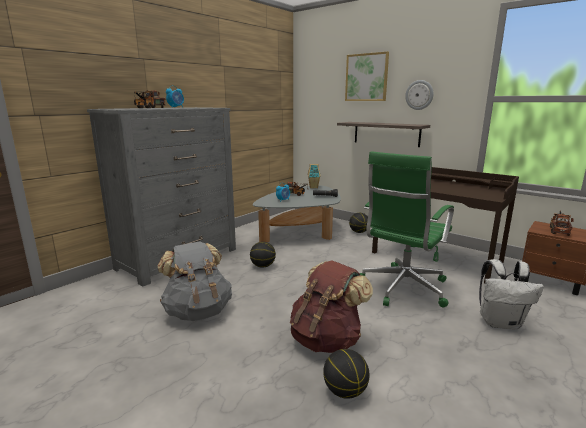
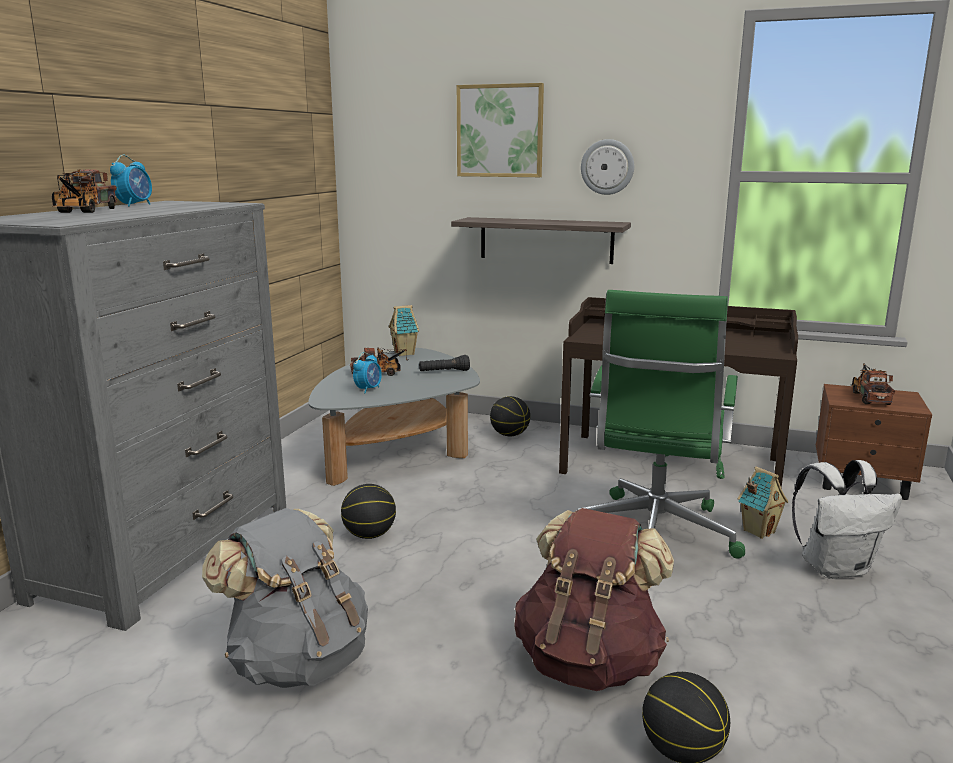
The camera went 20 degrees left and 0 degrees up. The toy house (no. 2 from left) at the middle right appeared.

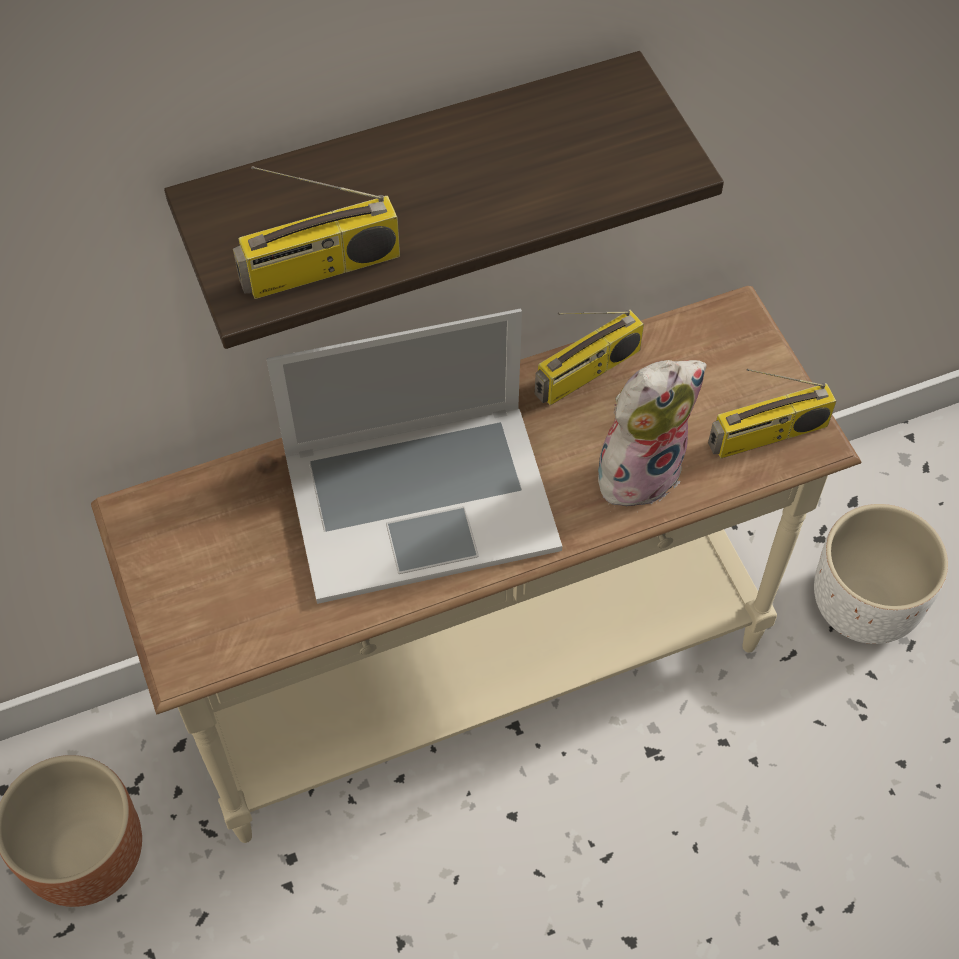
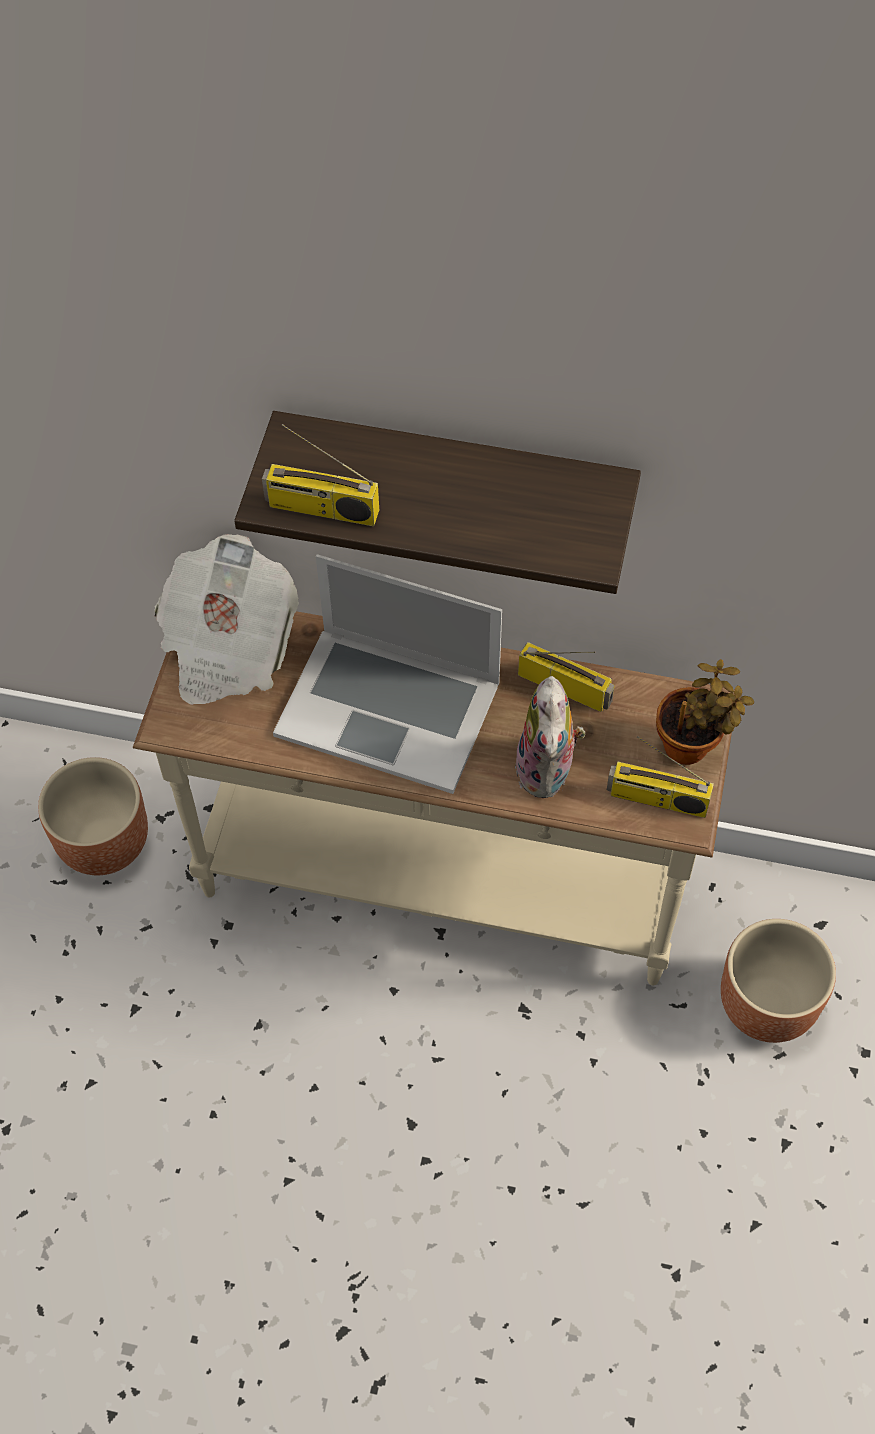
The camera went 35 degrees right and 0 degrees up. The radio (no. 2 from left) at the centre turned 150 degrees counterclockwise. The plush toy at the middle right turned 90 degrees clockwise. The white planter at the middle right became the brown planter (no. 2 from left) at the bottom right. The newspaper at the middle left appeared. The potted plant at the middle right appeared.

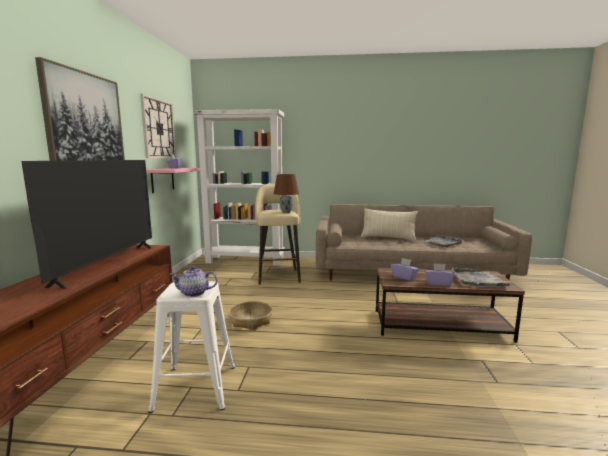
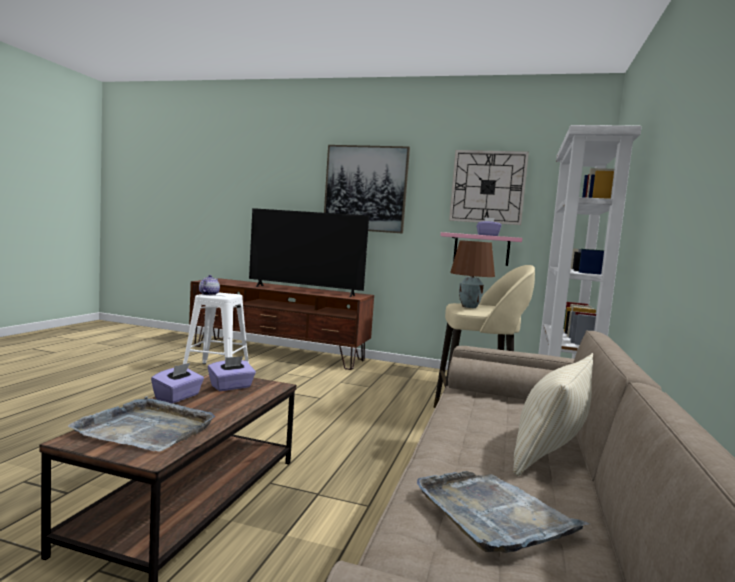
The camera went 100 degrees right and 5 degrees down. The basket at the bottom centre disappeared.

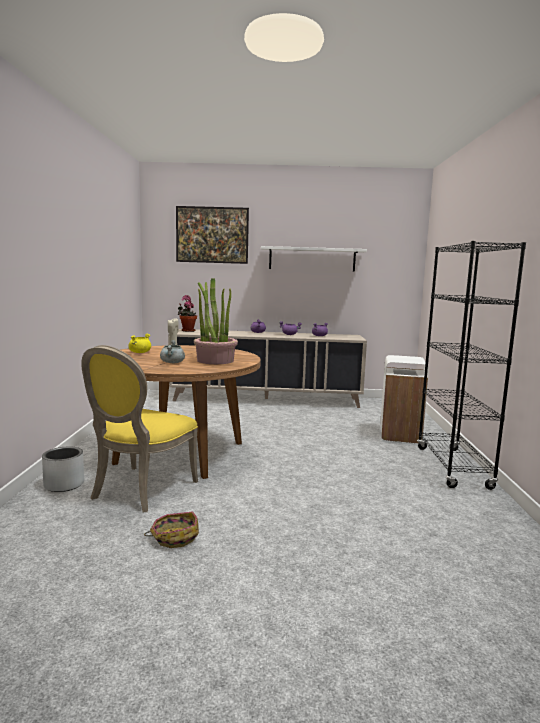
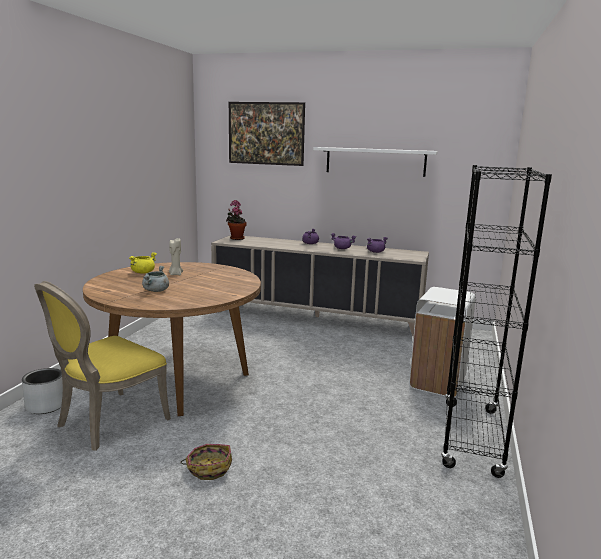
The camera went 15 degrees right and 5 degrees up. The potted plant (no. 2 from left) at the centre disappeared. The basket moved from the bottom left to the bottom centre.

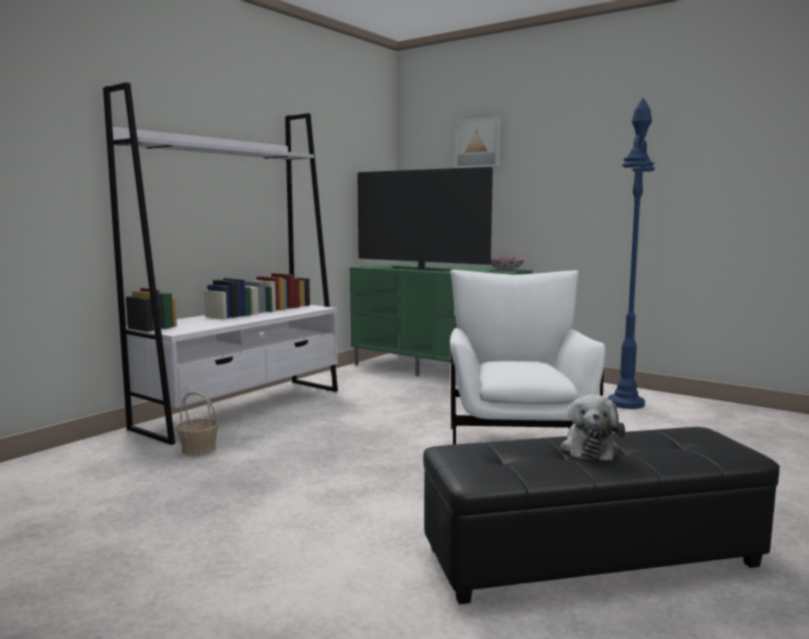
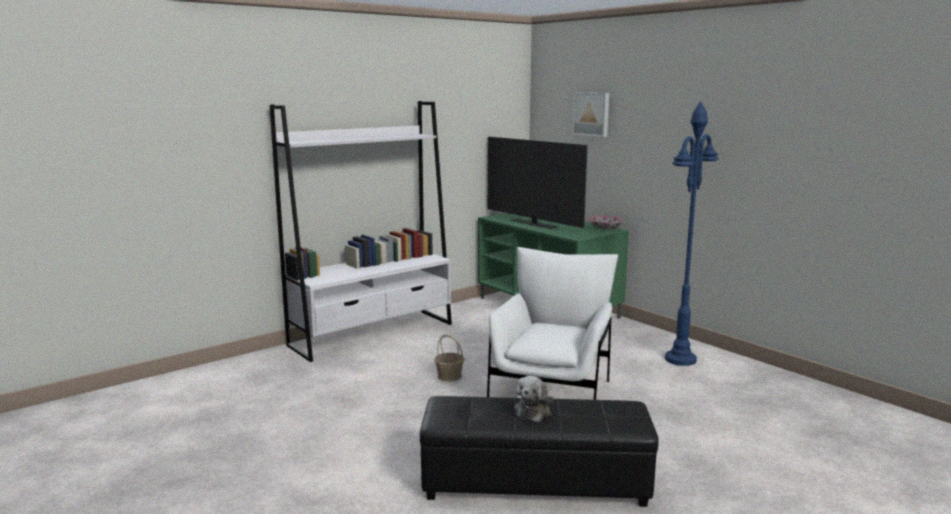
The camera went 15 degrees right and 5 degrees up. The basket moved from the middle left to the bottom centre.

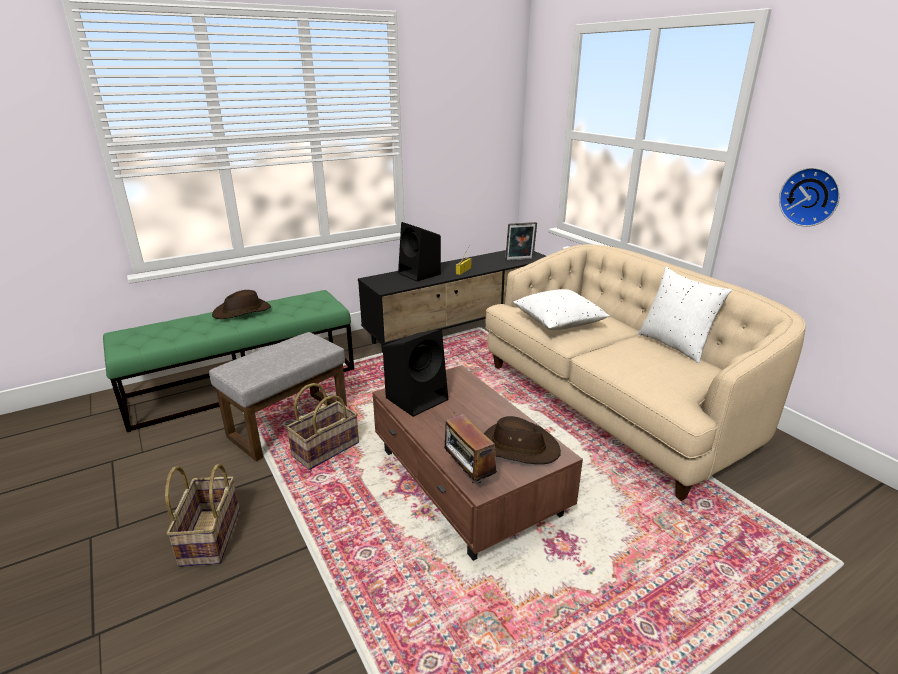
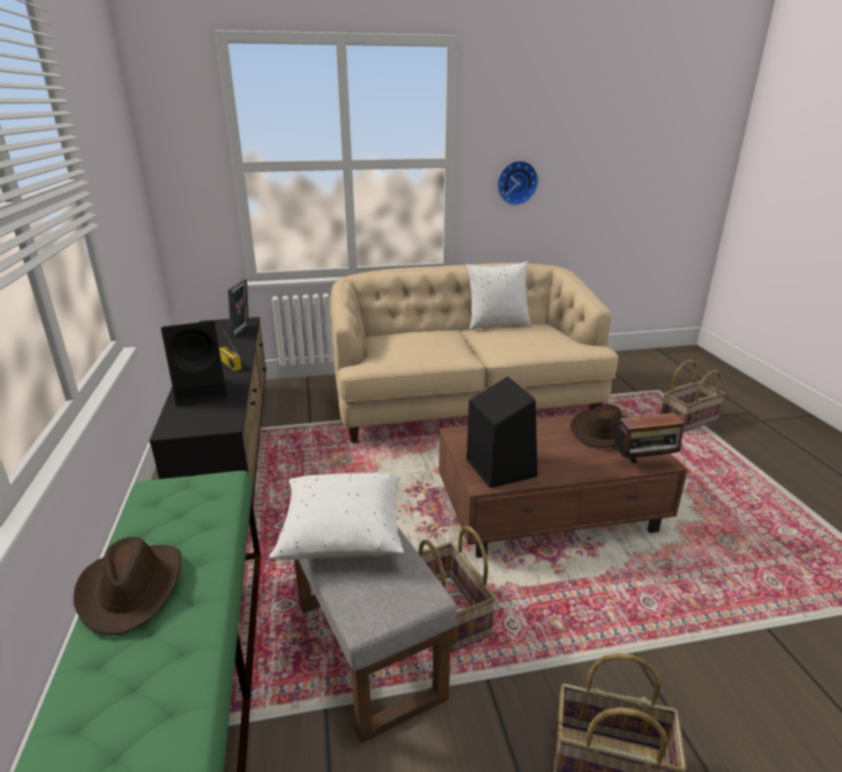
The camera went 70 degrees left and 0 degrees up. The white pillow (no. 1 from left) moved from the centre to the bottom centre. The basket (no. 3 from left) at the middle right appeared.

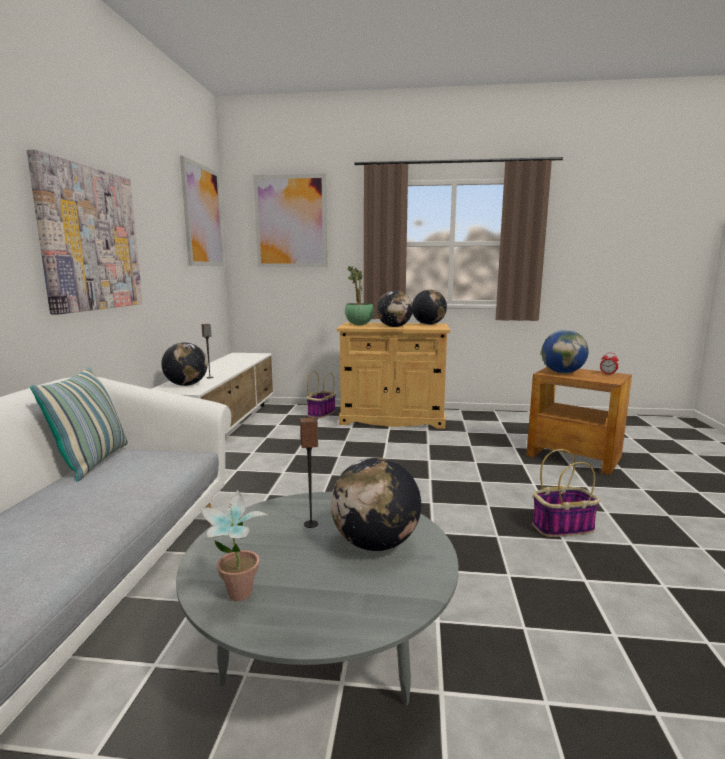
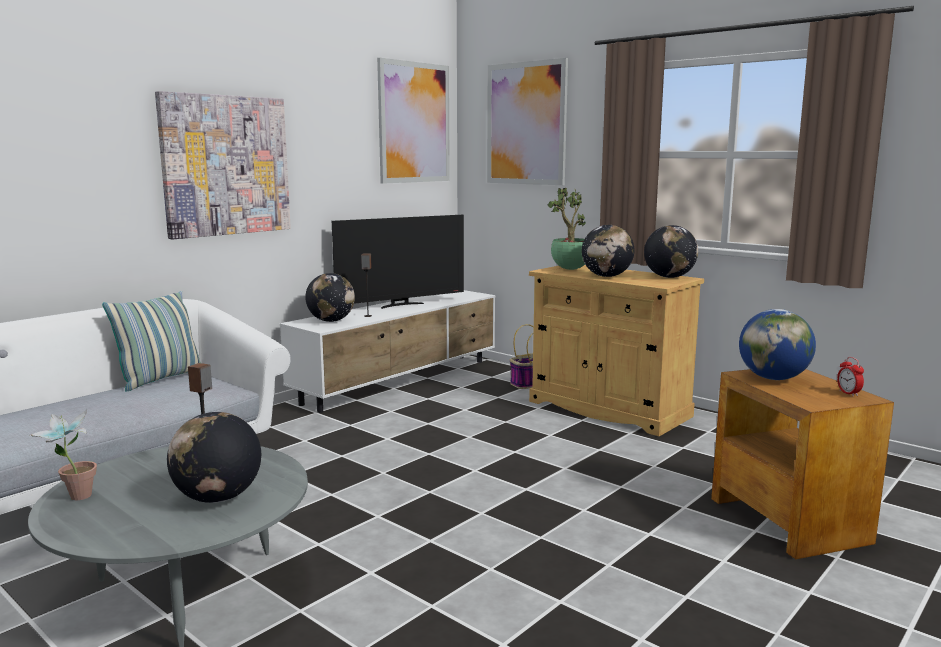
The camera went 35 degrees right and 0 degrees up. The basket (no. 2 from left) at the middle right disappeared. The television at the centre appeared.

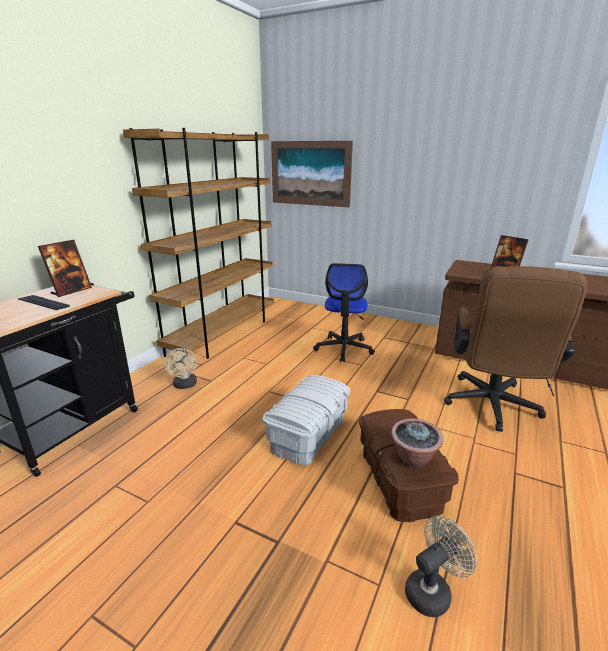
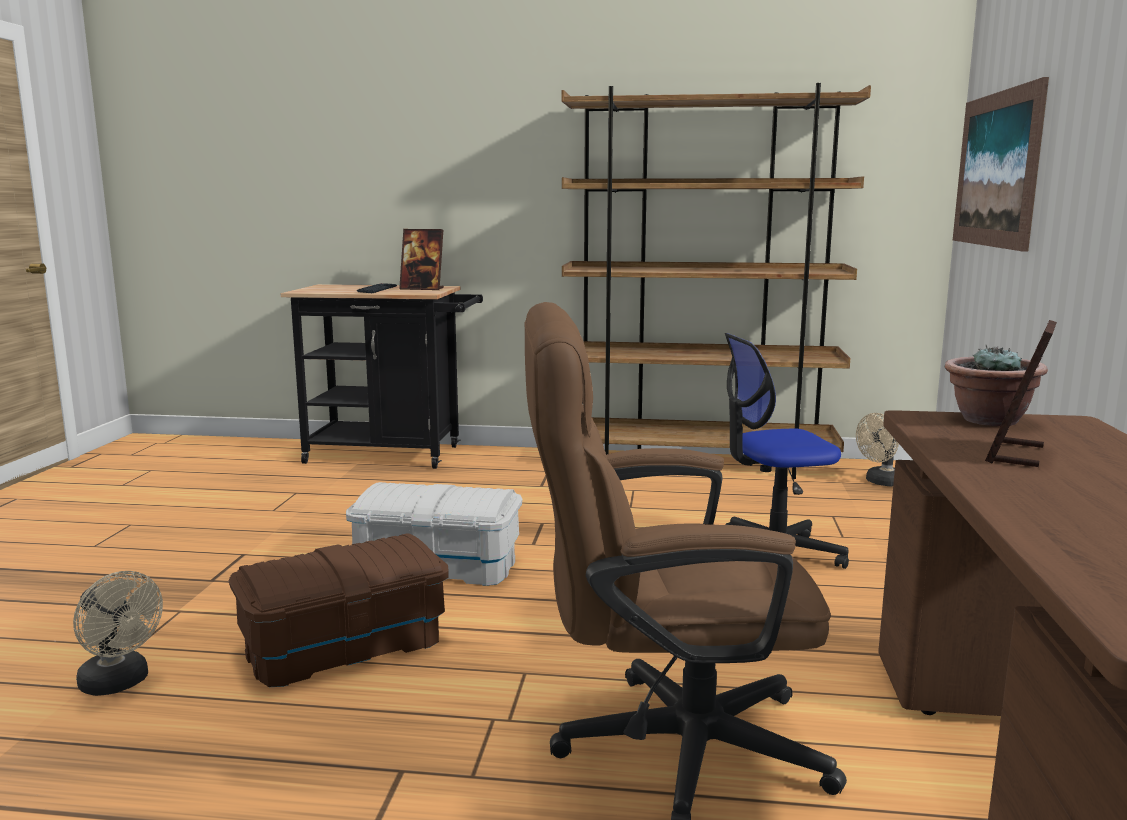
The camera went 70 degrees right and 10 degrees down. The beige fan (no. 1 from left in the first image) moved from the middle left to the middle right. The potted plant moved from the bottom right to the middle right.

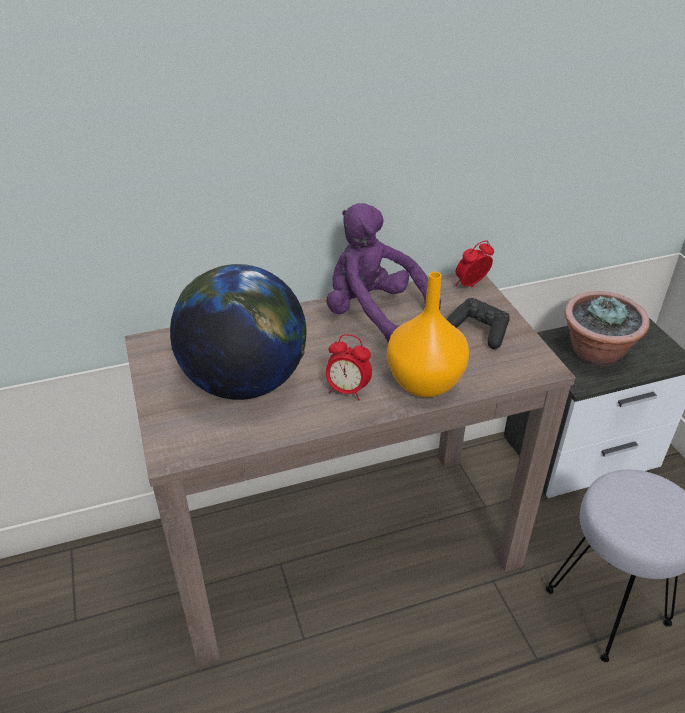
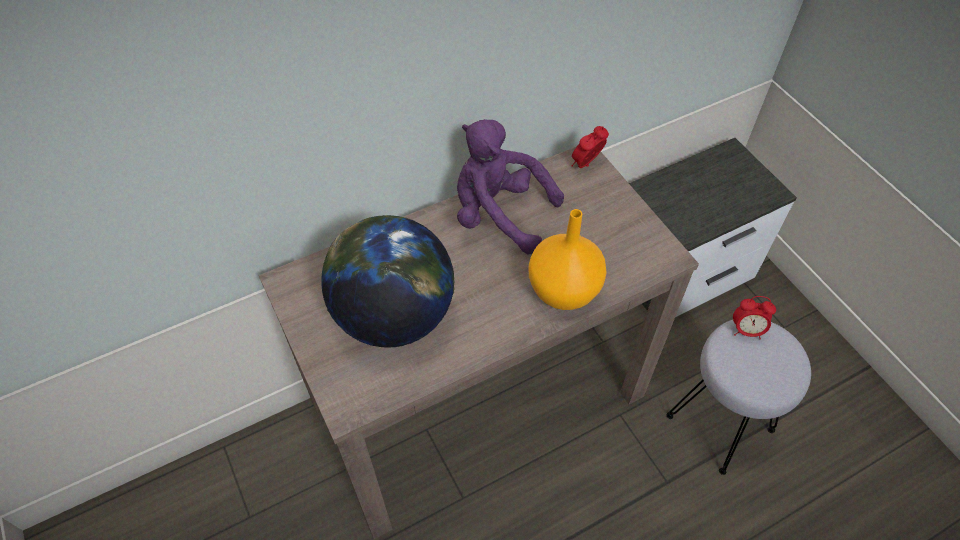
The camera went 10 degrees left and 15 degrees up. The potted plant at the middle right disappeared. The black game controller at the middle right disappeared. The alarm clock (no. 1 from left in the first image) moved from the centre to the middle right.

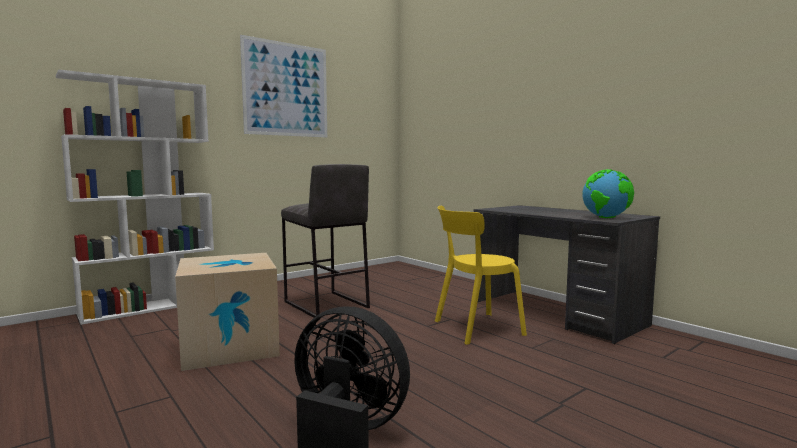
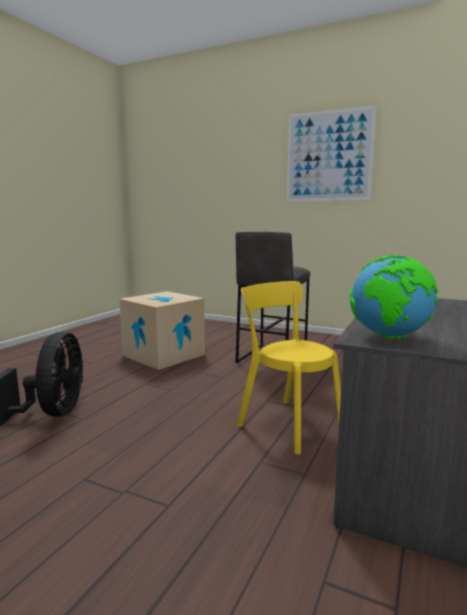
The camera went 65 degrees right and 5 degrees up. The white bookcase at the middle left disappeared.

